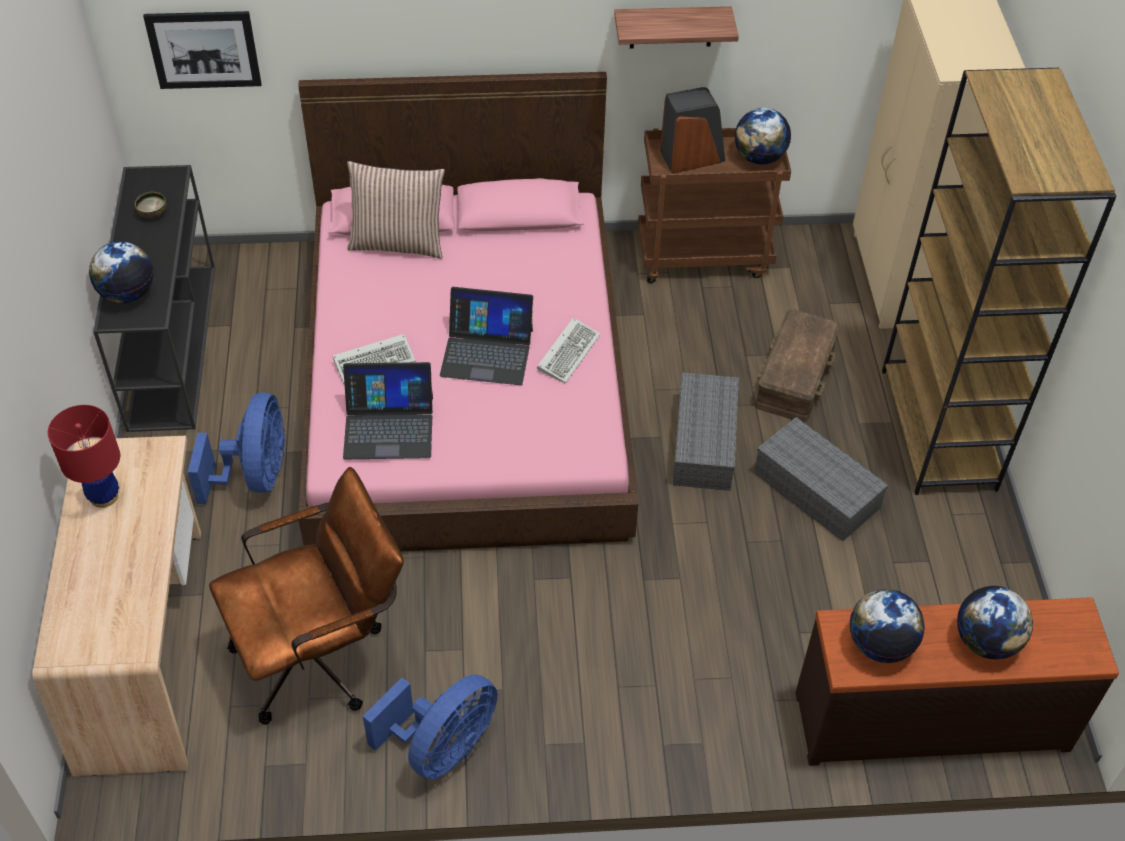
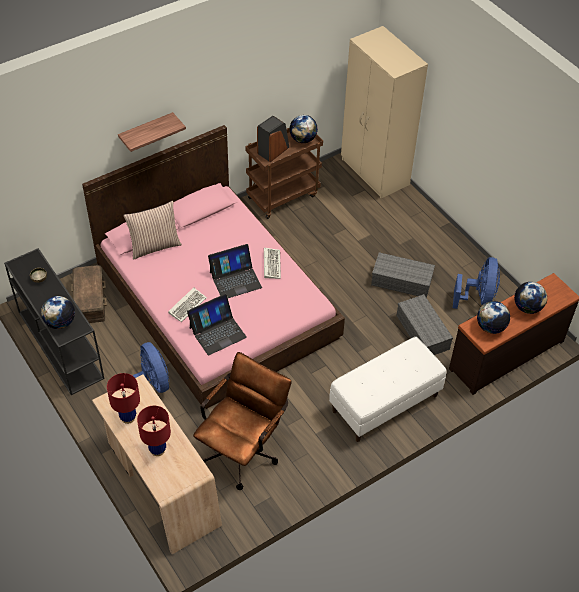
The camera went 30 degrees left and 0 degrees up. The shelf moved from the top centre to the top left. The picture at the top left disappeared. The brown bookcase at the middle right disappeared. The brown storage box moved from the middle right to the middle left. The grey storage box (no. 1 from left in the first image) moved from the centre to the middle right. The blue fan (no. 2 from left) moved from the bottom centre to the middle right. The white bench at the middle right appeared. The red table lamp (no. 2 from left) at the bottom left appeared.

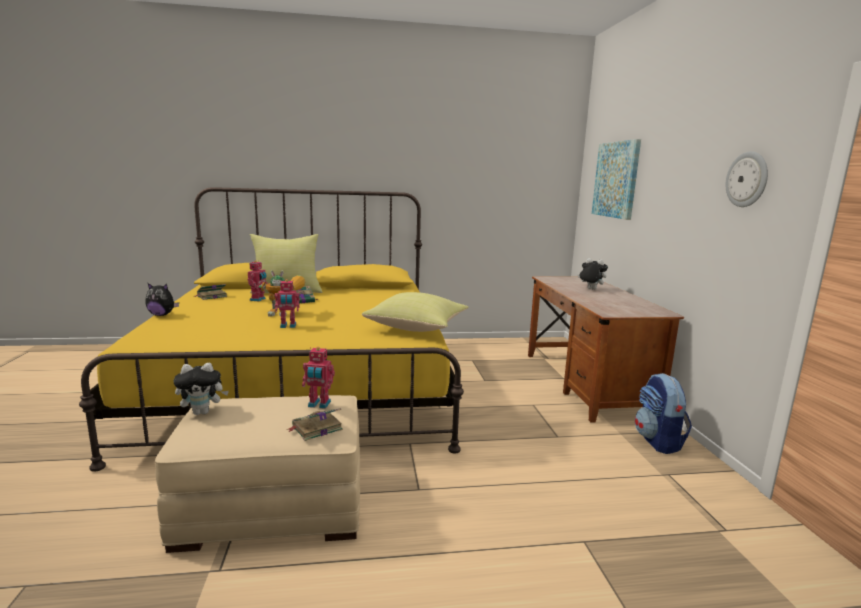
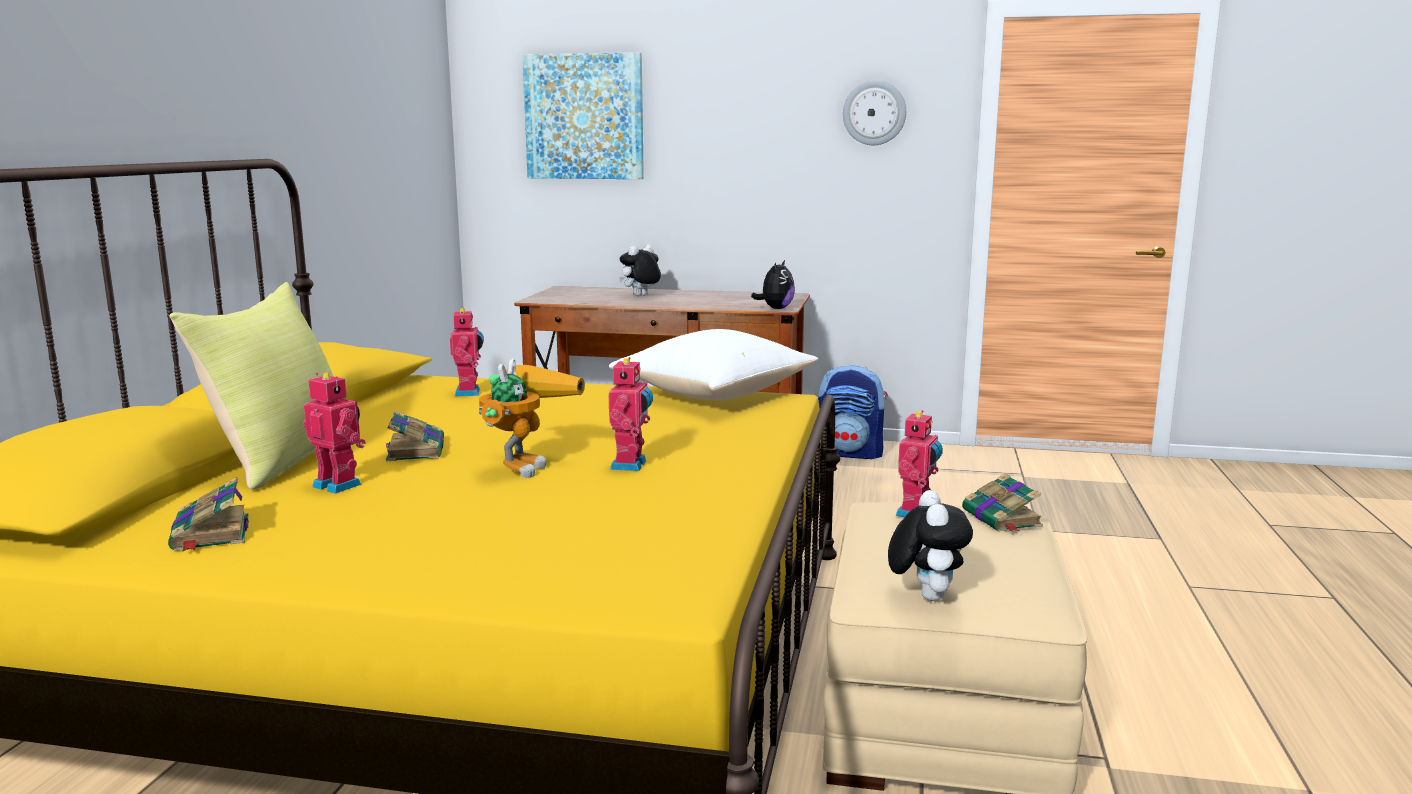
The camera went 70 degrees left and 0 degrees up. The plush toy (no. 1 from left in the first image) moved from the middle left to the centre. The yellow pillow (no. 2 from left) at the centre became the white pillow at the centre. The toy robot (no. 2 from left) at the middle left appeared.

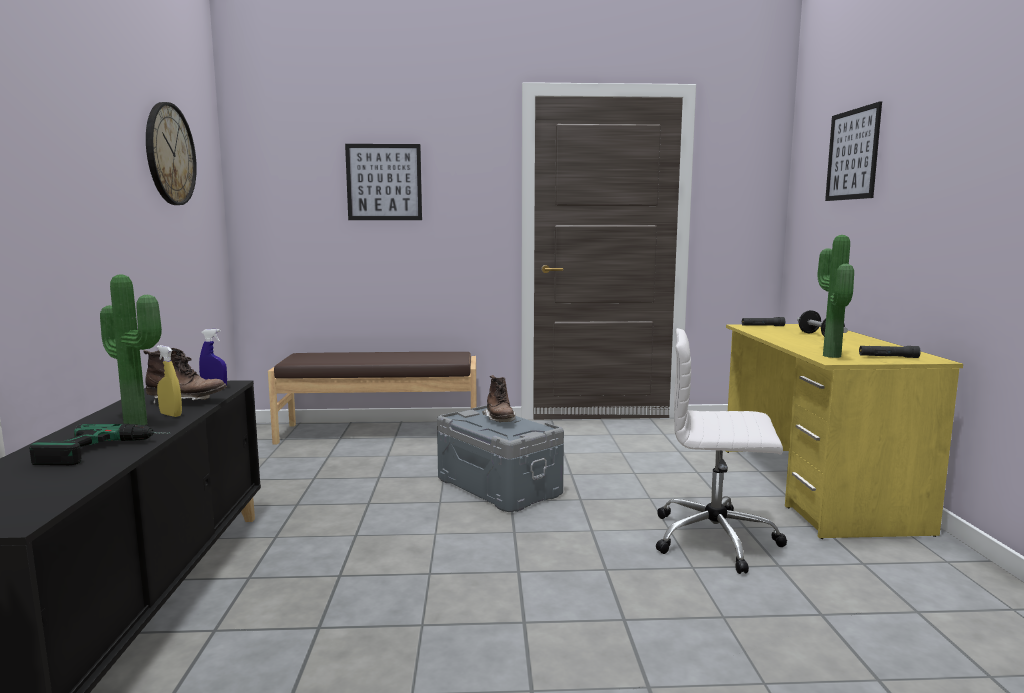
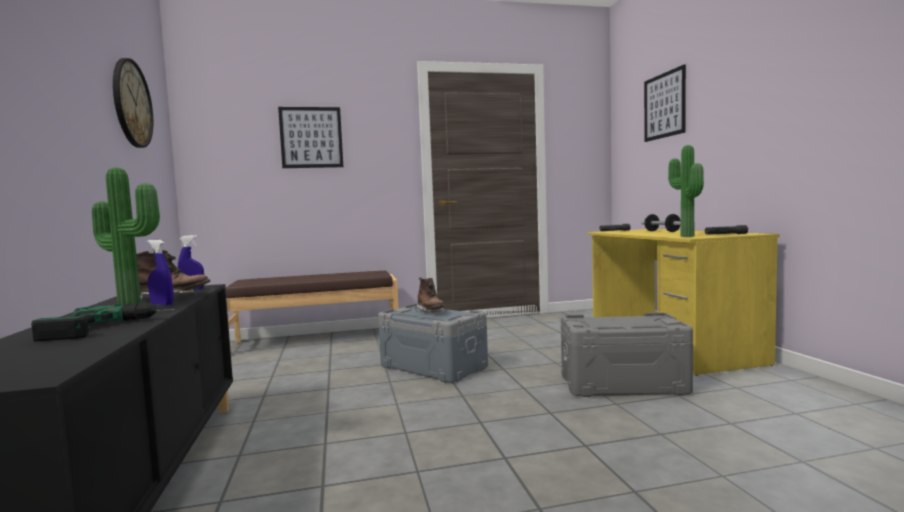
The camera went 10 degrees left and 5 degrees down. The white office chair at the middle right was replaced by the grey storage box (no. 2 from left) at the bottom right. The yellow spray bottle at the middle left became the blue spray bottle (no. 1 from left) at the middle left.

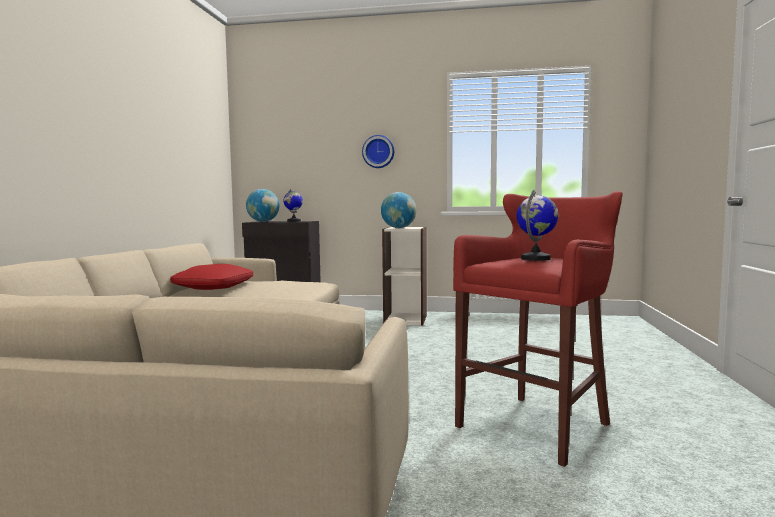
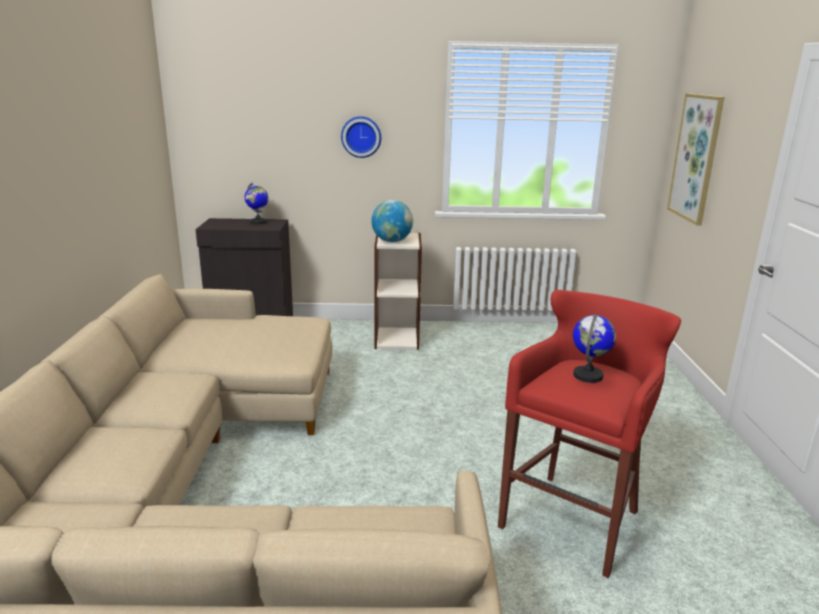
The camera went 10 degrees left and 15 degrees up. The globe (no. 1 from left) at the centre disappeared. The red pillow at the middle left disappeared. The picture at the top right appeared.

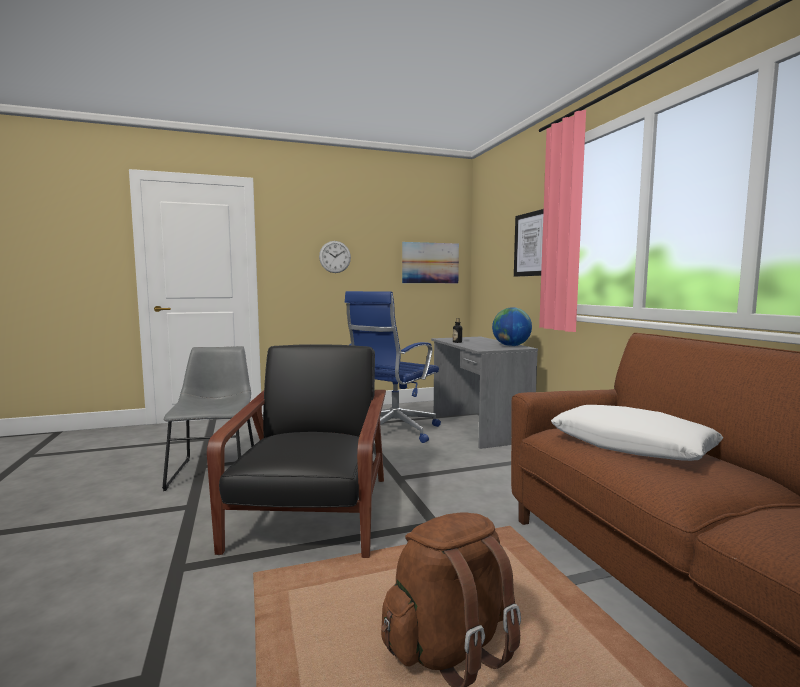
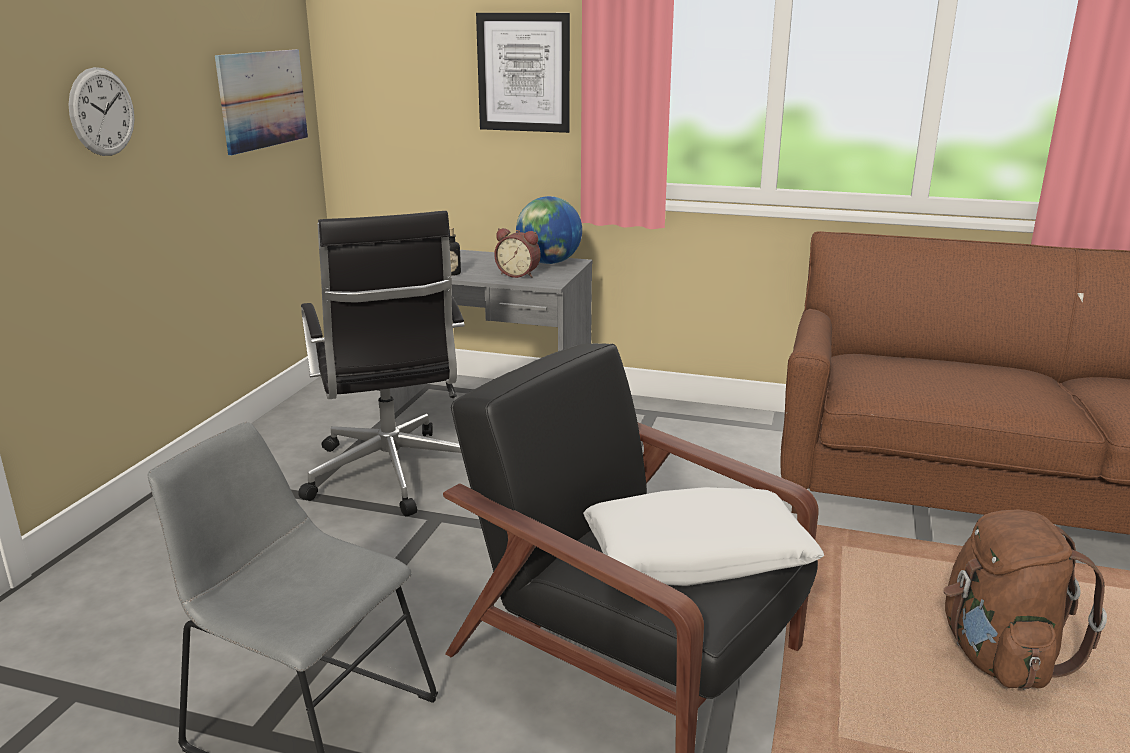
The camera went 55 degrees left and 15 degrees up. The blue office chair at the centre became the black office chair at the centre. The white pillow moved from the middle right to the bottom centre. The alarm clock at the centre appeared.

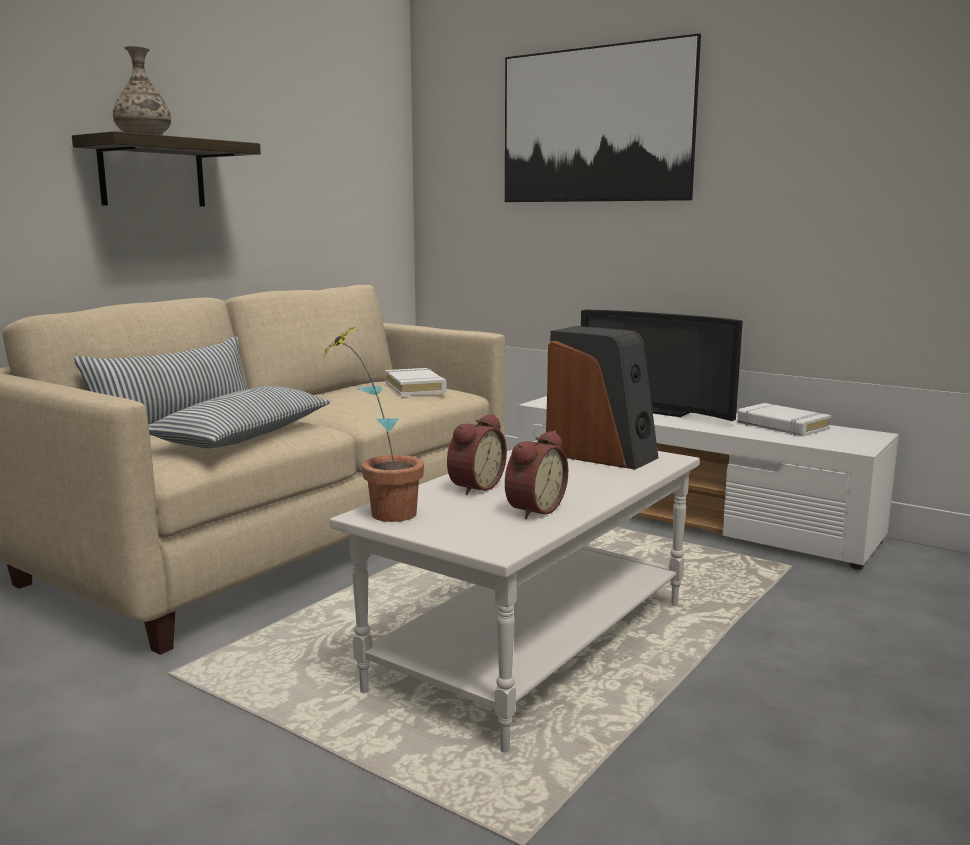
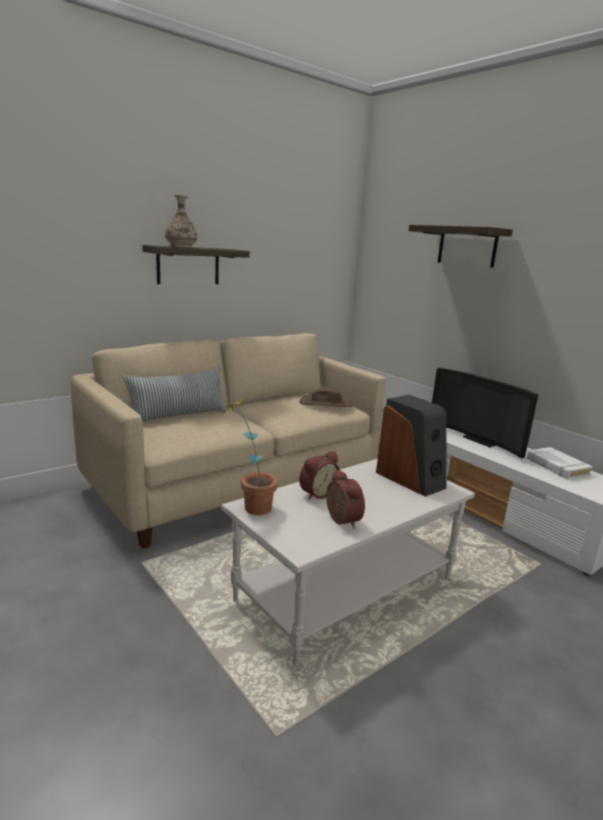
The camera went 15 degrees right and 5 degrees up. The picture at the top centre was replaced by the shelf (no. 2 from left) at the top right. The white book (no. 1 from left) at the centre was replaced by the brown hat at the centre. The pillow (no. 2 from left) at the middle left disappeared. The alarm clock (no. 2 from left) at the centre turned 75 degrees counterclockwise.

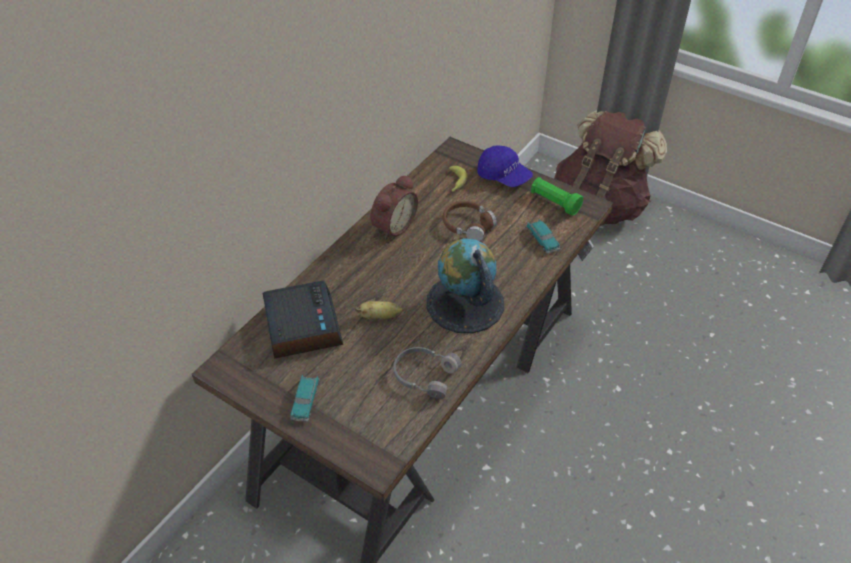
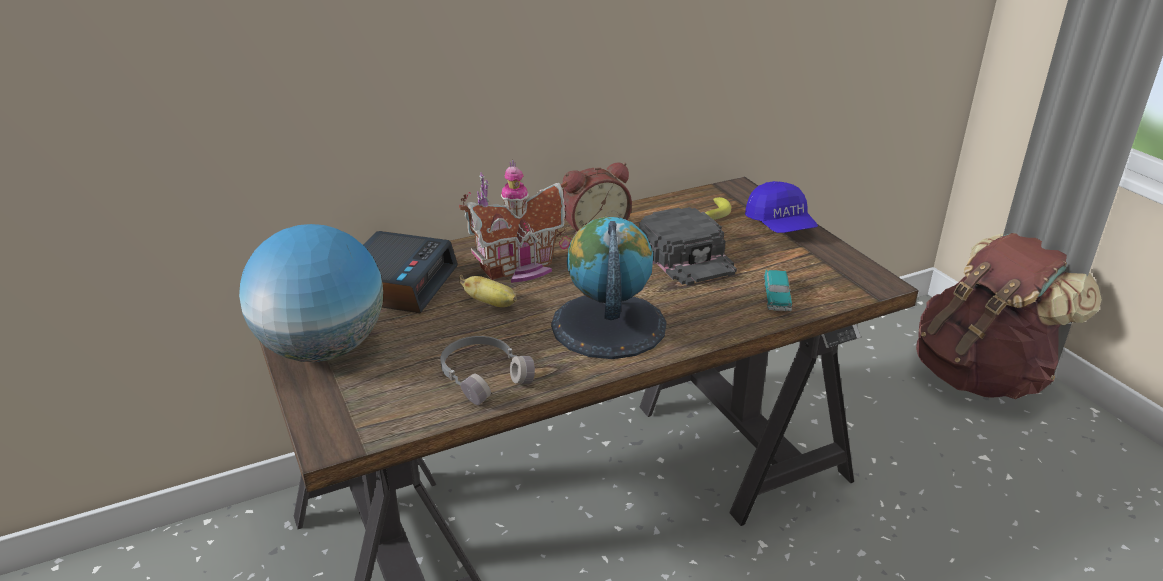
The camera went 30 degrees right and 15 degrees down. The green flashlight at the centre disappeared. The brown headphones at the centre was replaced by the black cap at the centre. The toy car (no. 1 from left) at the bottom centre was replaced by the globe (no. 1 from left) at the middle left. The toy house at the centre appeared.

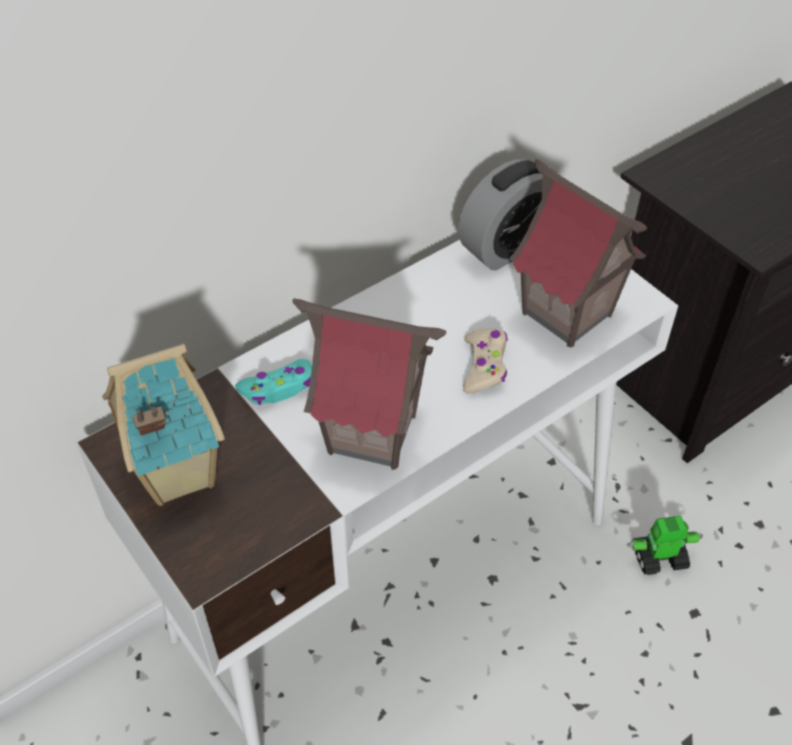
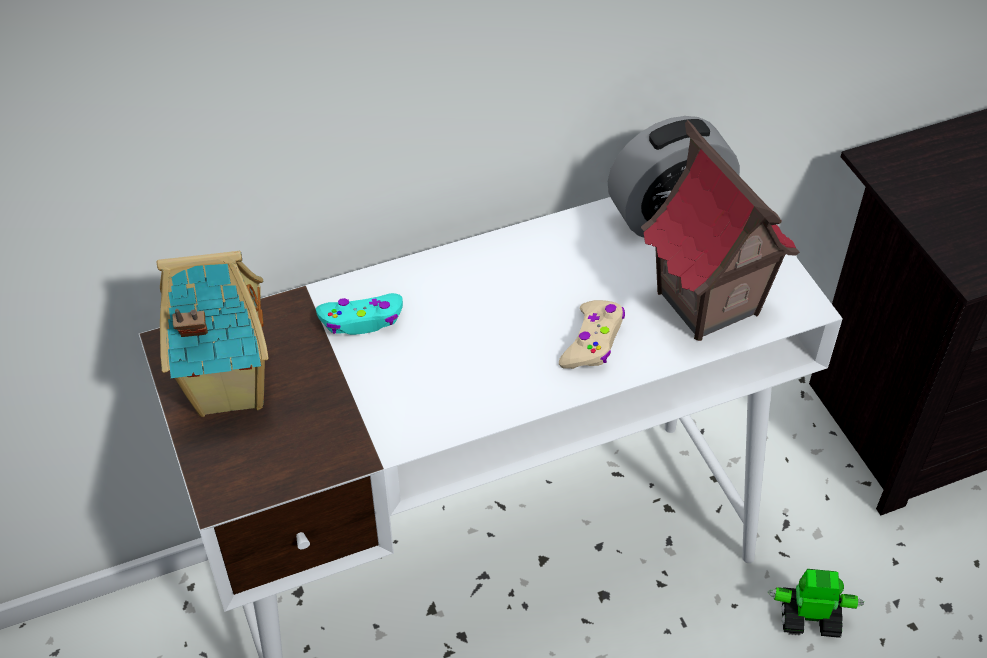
The camera went 15 degrees right and 0 degrees up. The toy house (no. 2 from left) at the centre disappeared.

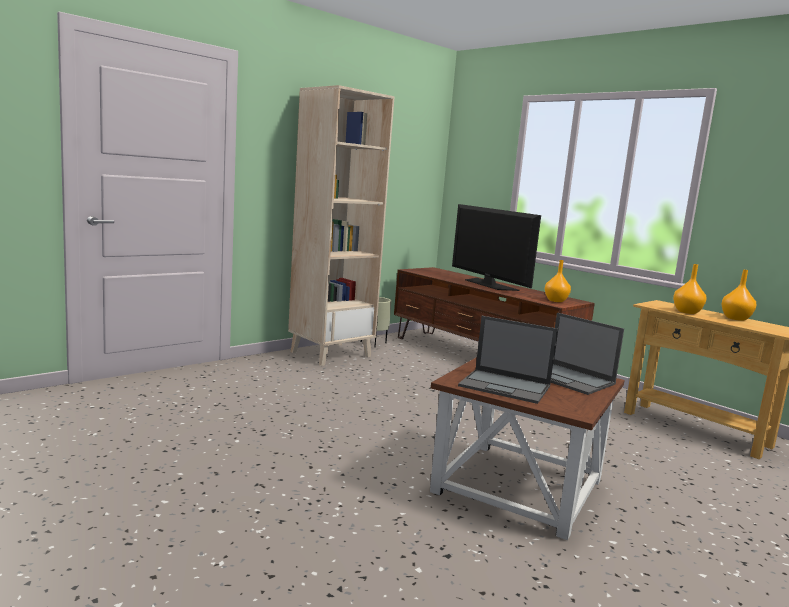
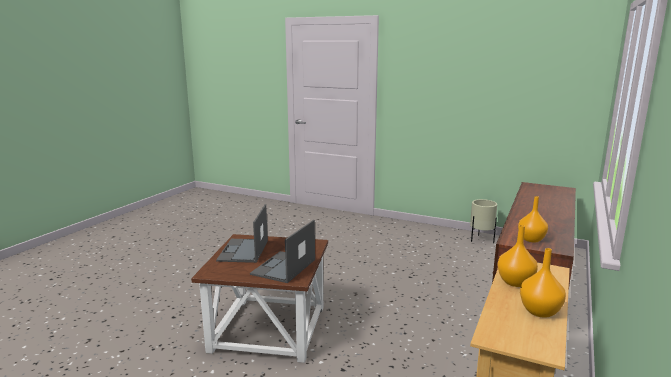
The camera went 70 degrees right and 5 degrees up. The beige bookcase at the centre disappeared. The television at the centre disappeared.

